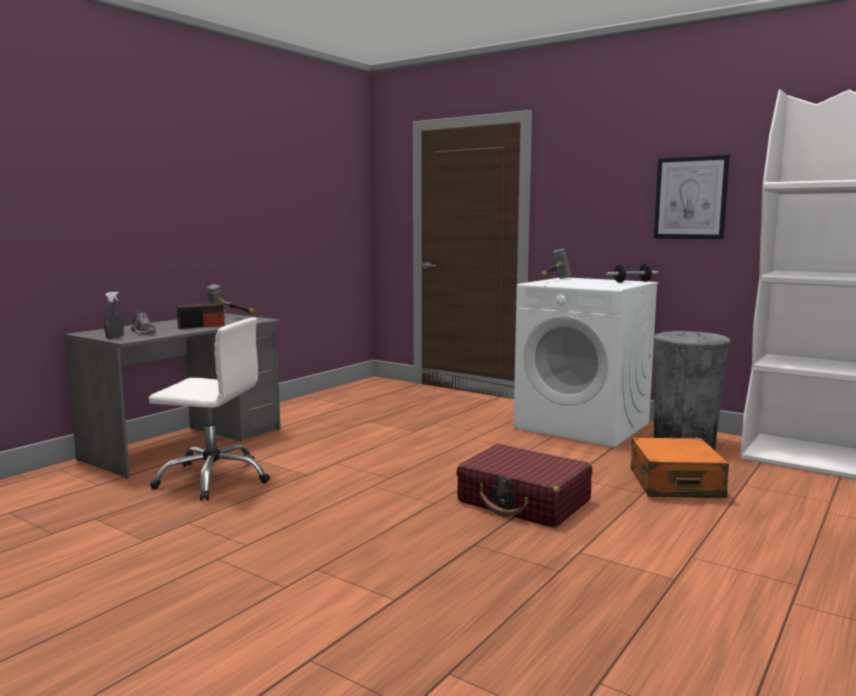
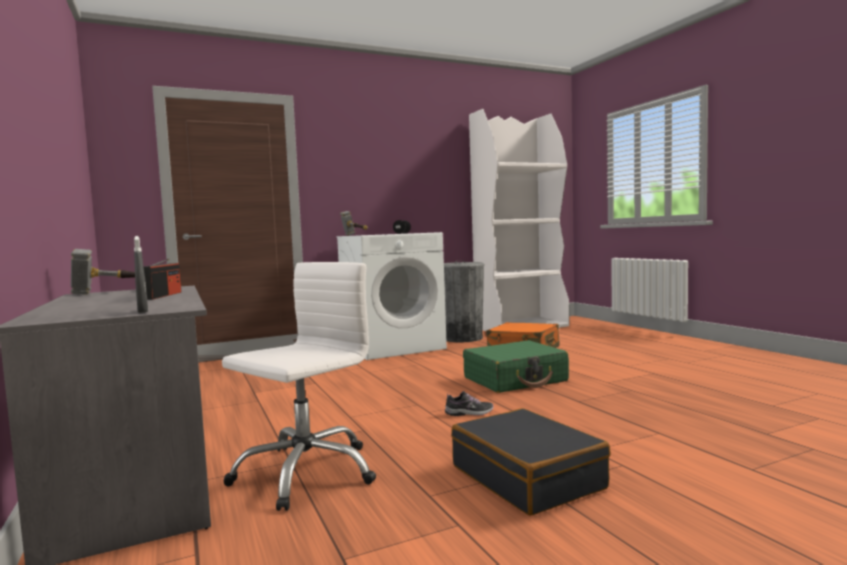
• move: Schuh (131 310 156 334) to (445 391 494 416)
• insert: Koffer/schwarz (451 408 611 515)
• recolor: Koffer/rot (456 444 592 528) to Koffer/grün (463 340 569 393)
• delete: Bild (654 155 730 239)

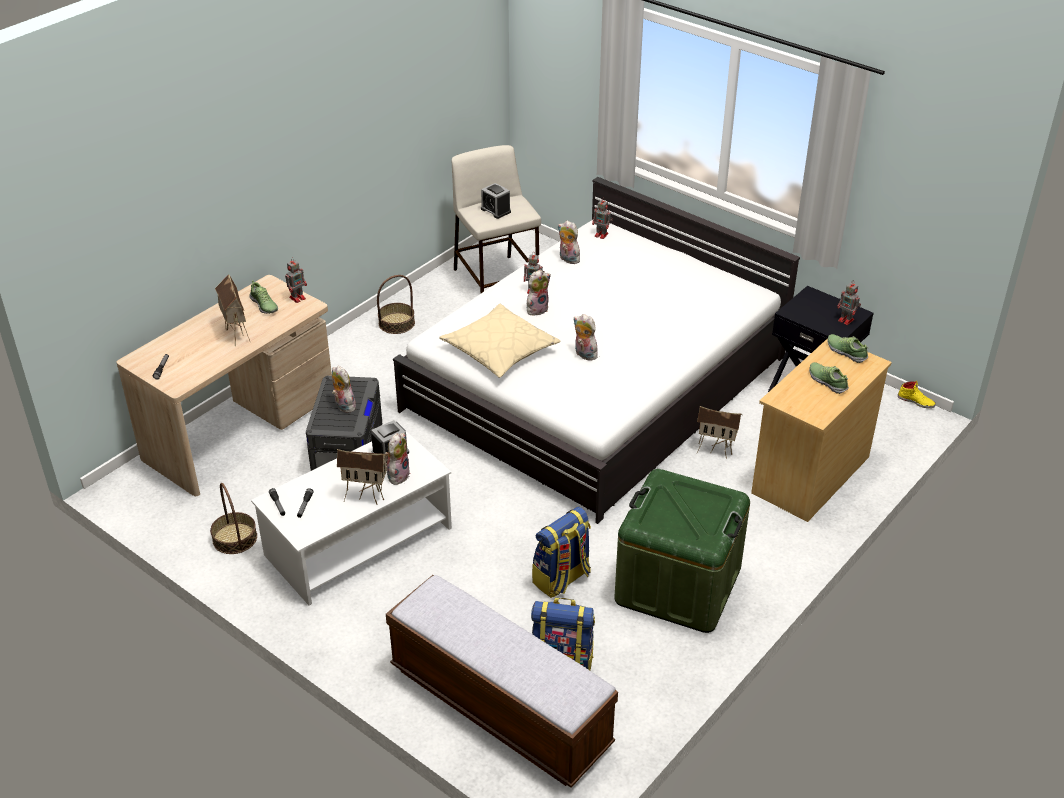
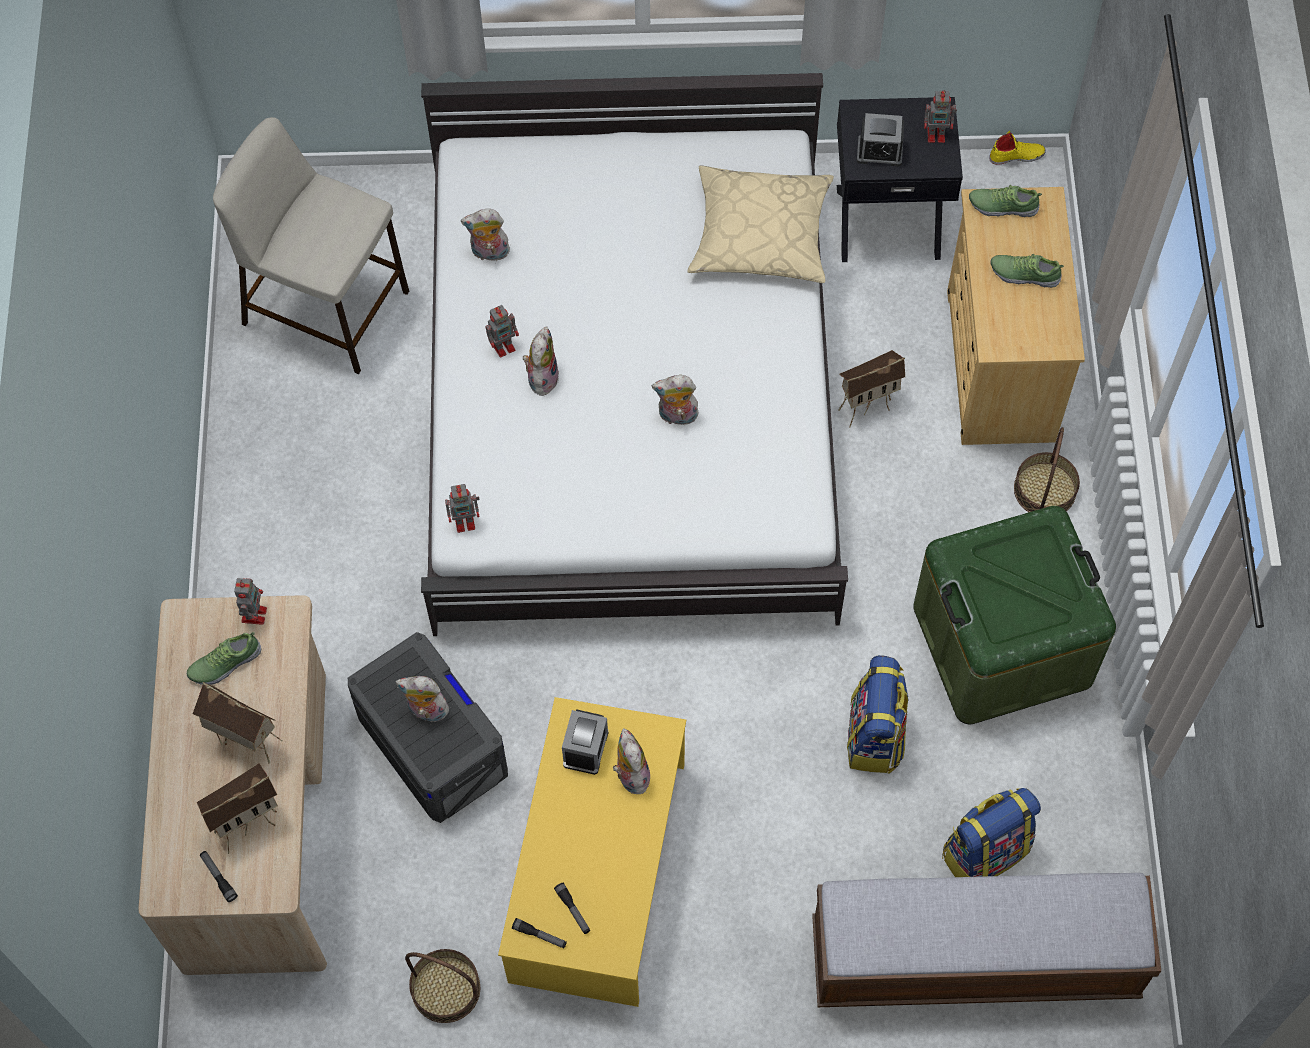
• rotate: Schuh (249 280 278 314) = (187 632 261 685) 135 degrees clockwise
• move: Spielzeughaus (337 449 389 505) to (197 763 278 854)
• move: Spielzeugroboter (592 200 613 239) to (445 484 480 533)
• recolor: Couchtisch/weiß (251 431 452 605) to Couchtisch/gelb (498 697 686 1007)
• move: Kissen/beige (439 304 560 378) to (687 165 834 283)
• move: Wecker (481 183 511 219) to (857 113 904 167)
• move: Korb (377 275 415 334) to (1014 427 1080 512)

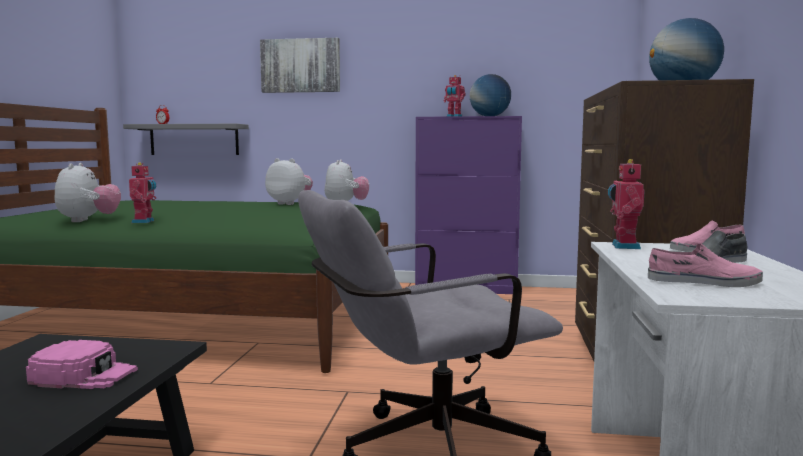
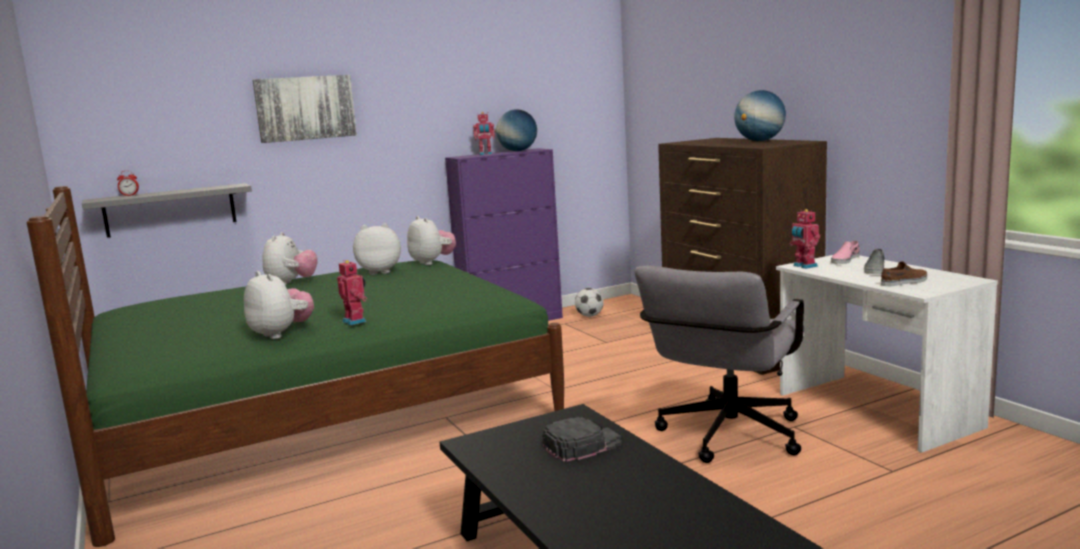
• insert: Plüschtier (262 232 318 285)
• recolor: Kappe/rosa (26 340 138 389) to Kappe/schwarz (542 417 622 462)
• insert: Fußball (575 288 604 317)
• recolor: Schuh/rosa (648 243 763 287) to Schuh/braun (881 261 927 286)

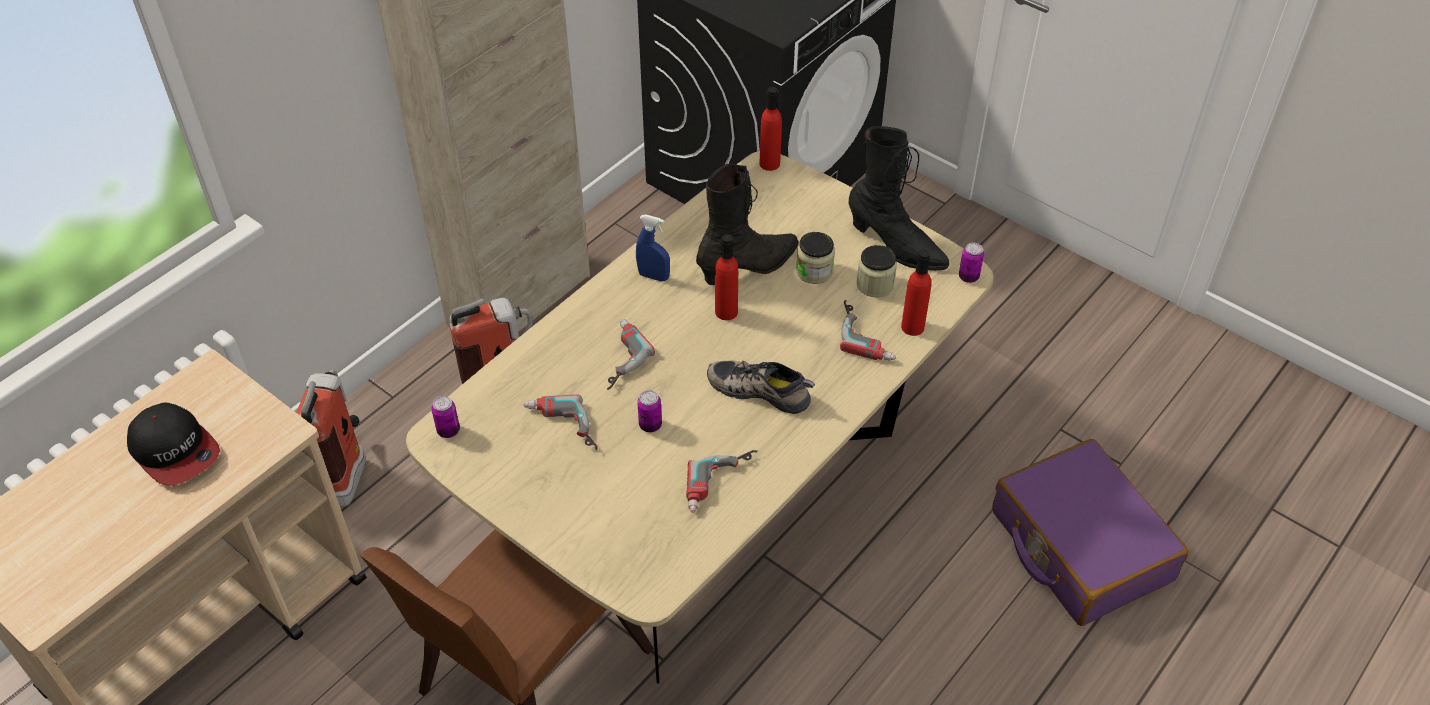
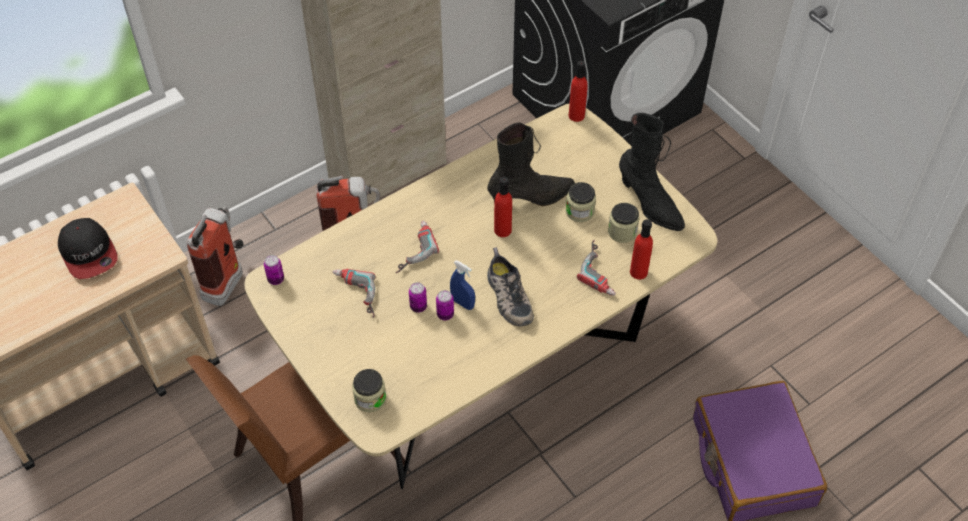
• insert: Vorratsglas (352 369 386 412)
• move: Dose (959 243 984 283) to (436 290 454 320)
• move: Sprühflasche/blau (636 214 670 282) to (450 260 475 310)
• rotate: Schuh (707 361 815 414) = (487 247 534 326) 150 degrees counterclockwise
• delete: Bohrmaschine (686 450 758 513)

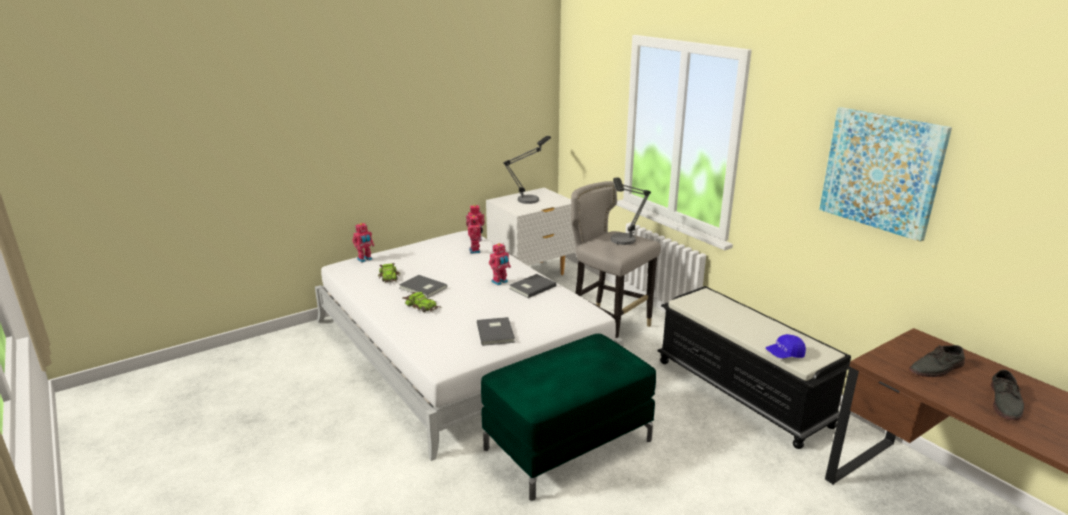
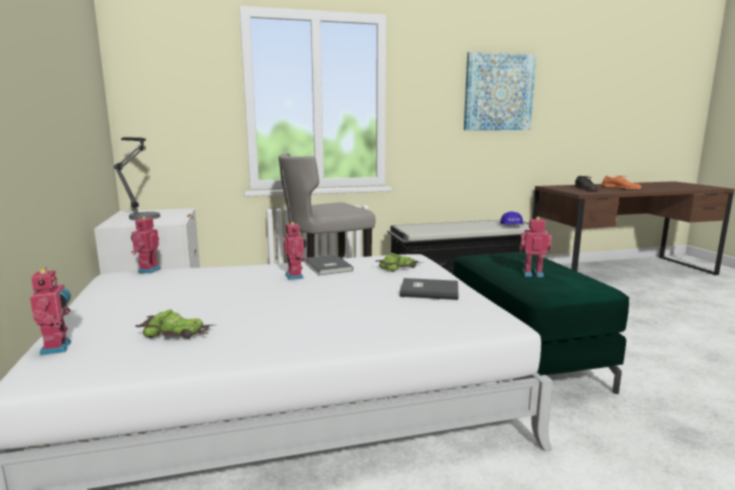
• move: Spielzeugauto (402 292 442 312) to (375 253 422 272)
• move: Spielzeugroboter (468 215 483 254) to (520 217 552 277)
• recolor: Schuh/grau (990 370 1024 421) to Schuh/orange (601 176 642 190)
• delete: Buch/grau (399 275 447 299)
• delete: Tischlampe (611 177 651 245)

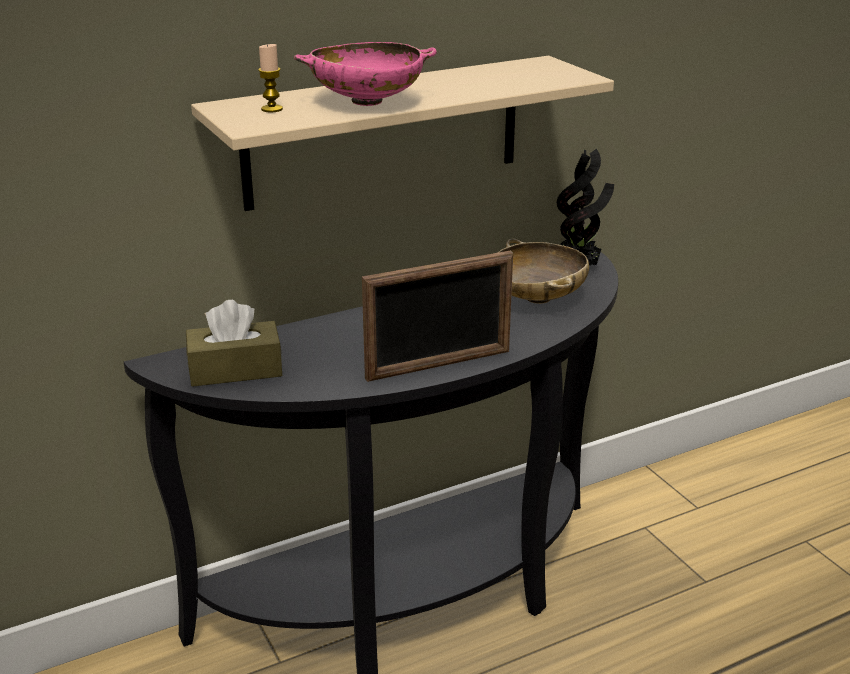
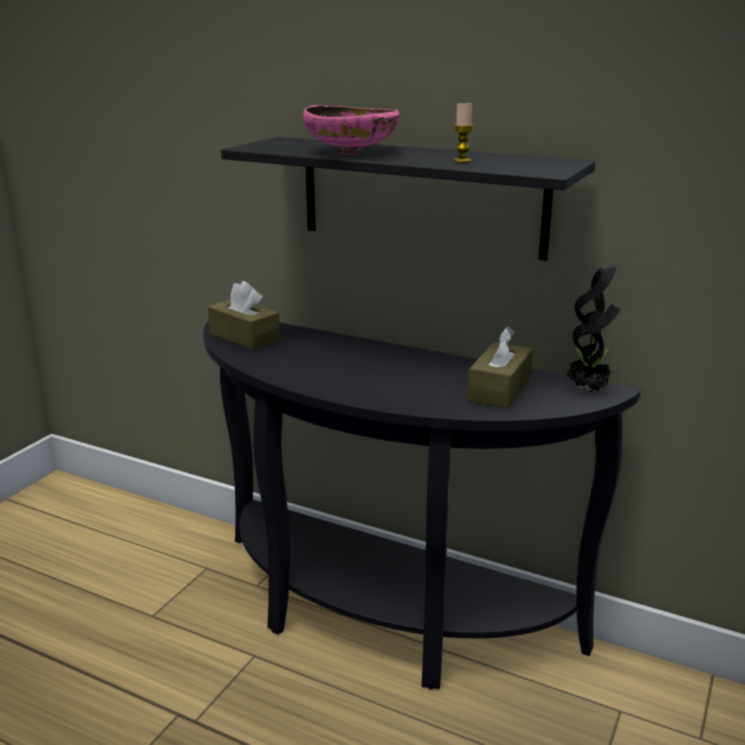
• recolor: Wandregal/beige (191 56 614 211) to Wandregal/schwarz (221 137 595 261)
• move: Kerze (258 44 283 112) to (453 102 473 163)
• replace: Schüssel/beige (498 239 589 304) to Taschentuchbox/braun (467 327 533 408)
• delete: Bilderrahmen (362 251 513 382)

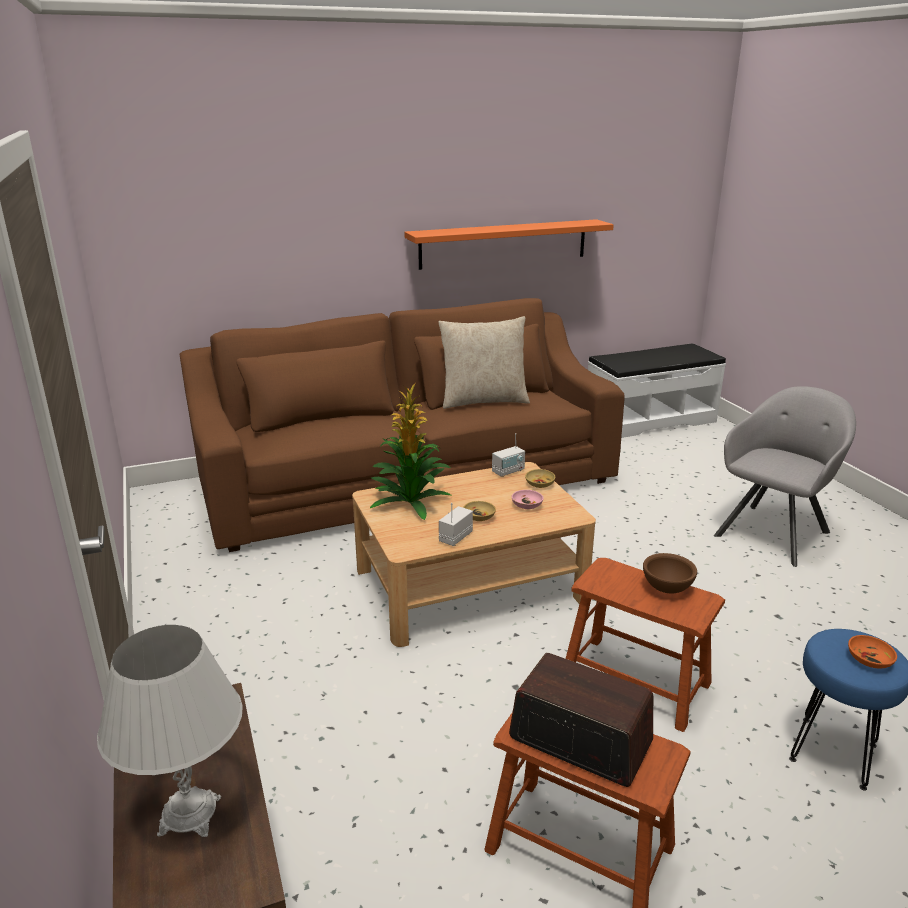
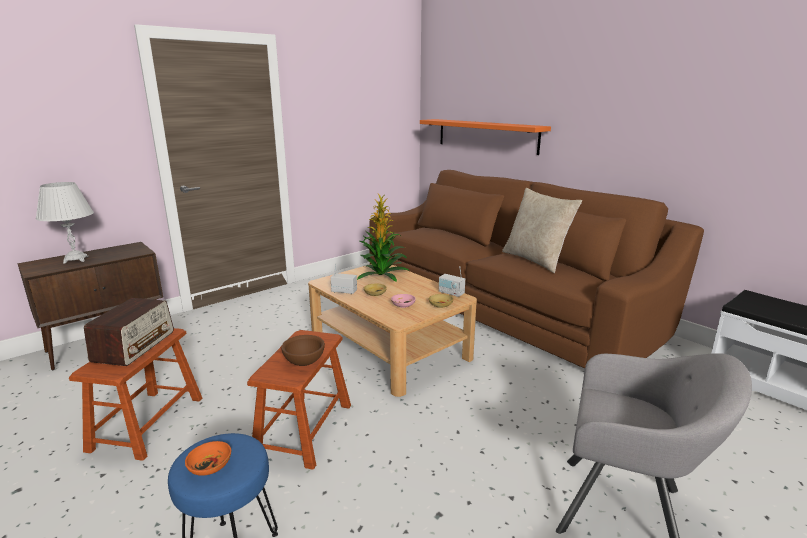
• move: Wandregal/orange (404 219 614 270) to (420 119 551 155)

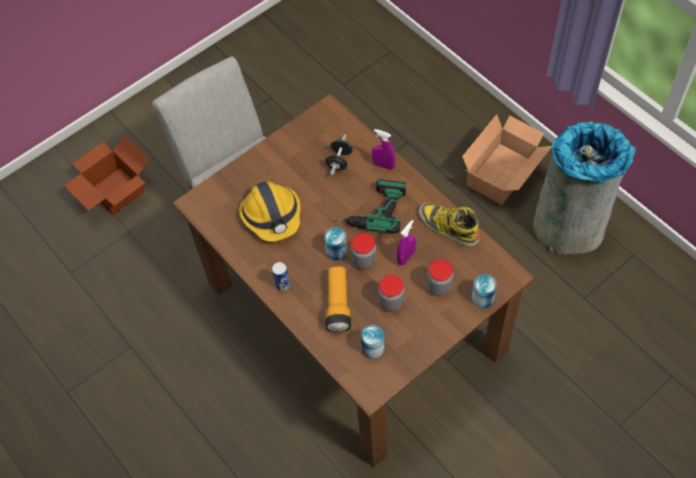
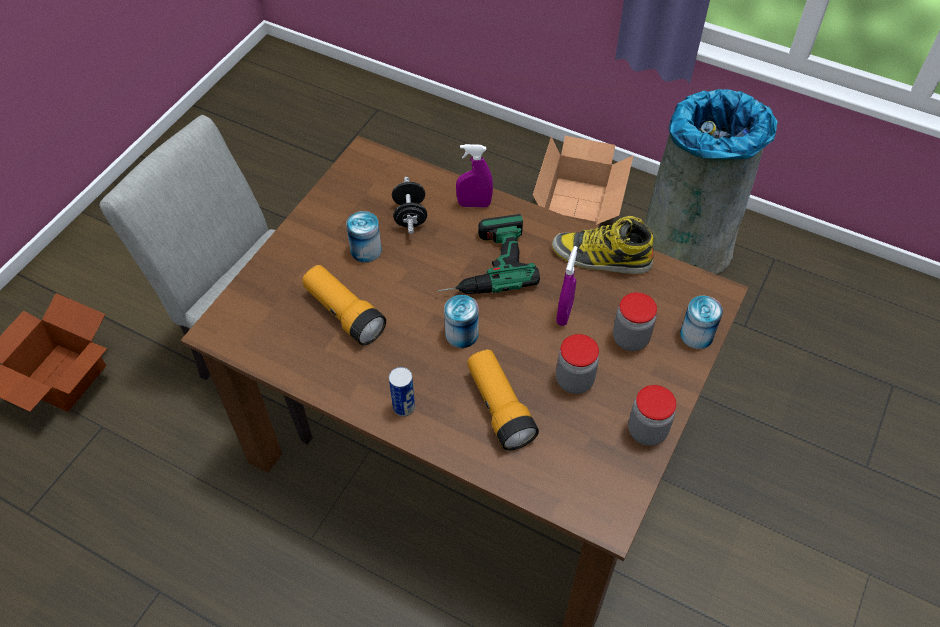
• replace: Schutzhelm (239 181 301 242) to Taschenlampe (302 265 386 345)
• move: Dose (361 325 384 359) to (346 211 382 263)
• move: Vorratsglas (351 233 376 270) to (628 385 676 446)

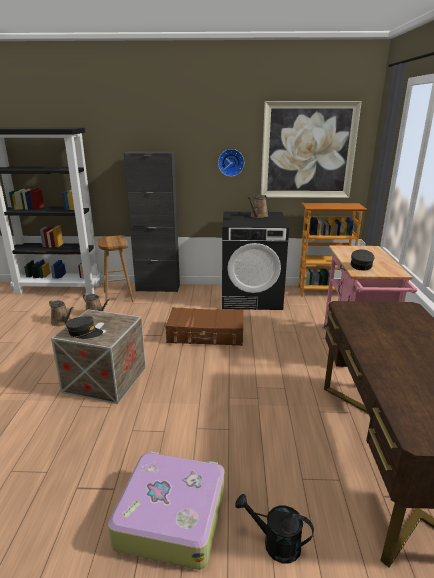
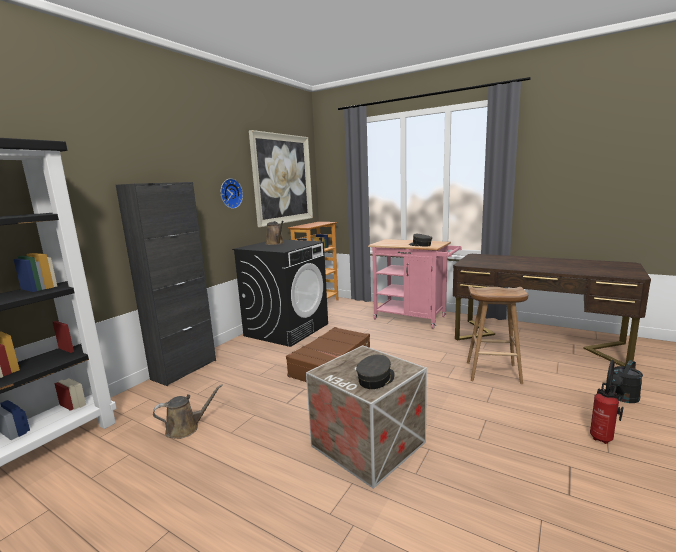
• move: Hocker/braun (98 235 134 305) to (467 286 528 384)
• replace: Koffer (108 451 224 570) to Feuerlöscher (590 360 624 444)
• delete: Gießkanne/braun (49 300 74 326)

